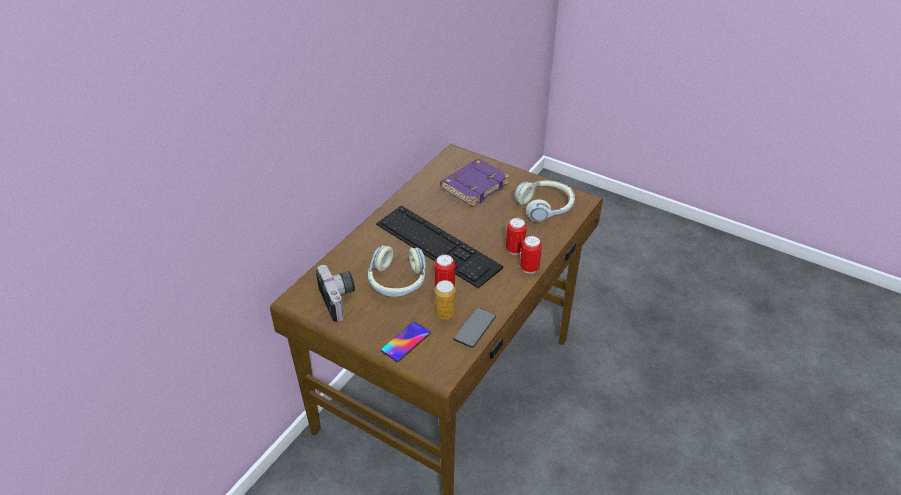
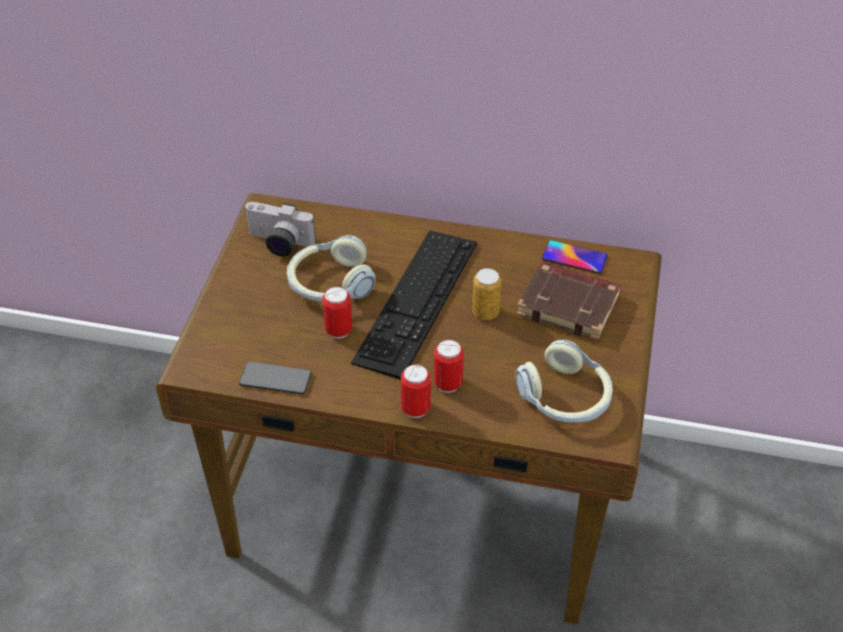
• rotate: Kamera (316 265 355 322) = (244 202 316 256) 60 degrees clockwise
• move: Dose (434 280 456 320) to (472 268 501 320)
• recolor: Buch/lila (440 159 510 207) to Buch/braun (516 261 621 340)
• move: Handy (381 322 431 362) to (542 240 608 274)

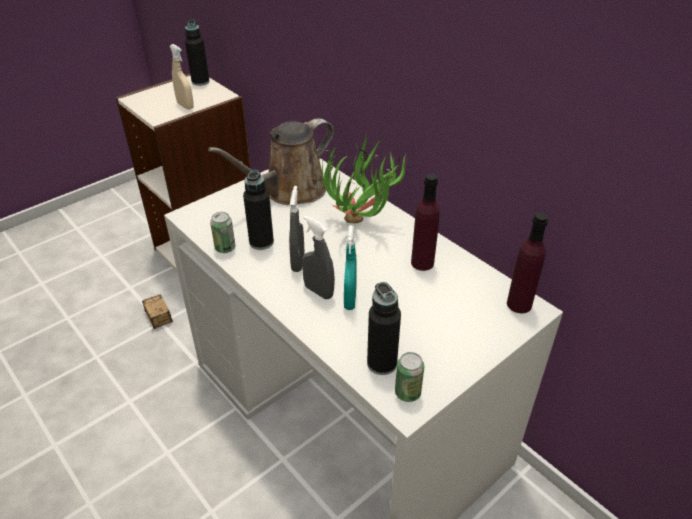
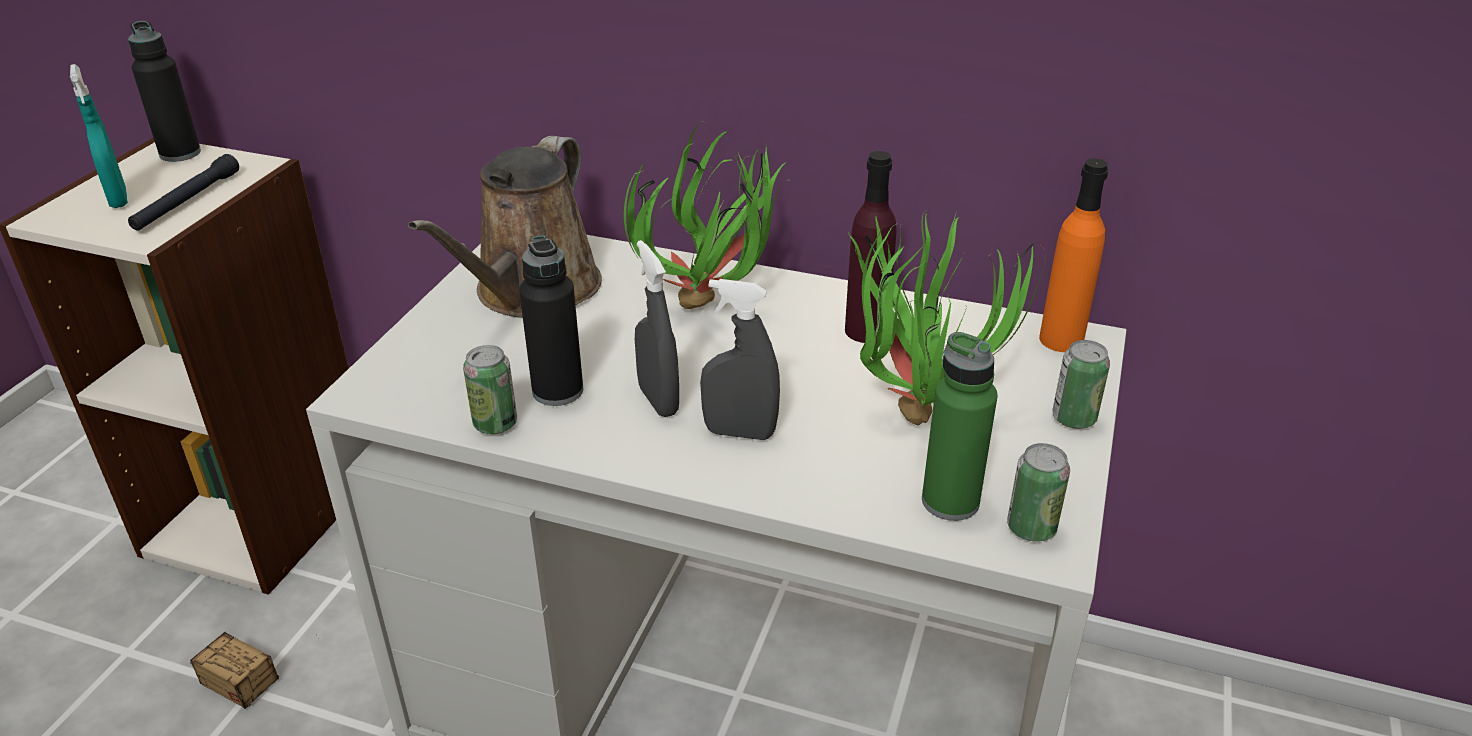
• move: Sprühflasche/türkis (344 225 357 310) to (70 64 128 208)
• replace: Sprühflasche/beige (169 44 194 110) to Taschenlampe/schwarz (128 154 239 231)
• insert: Topfpflanze (848 208 1046 426)
• recolor: Flasche/schwarz (367 282 401 375) to Flasche/grün (922 332 998 521)
• recolor: Flasche/lila (507 212 548 313) to Flasche/orange (1039 159 1109 352)
• insert: Dose (1052 340 1110 429)

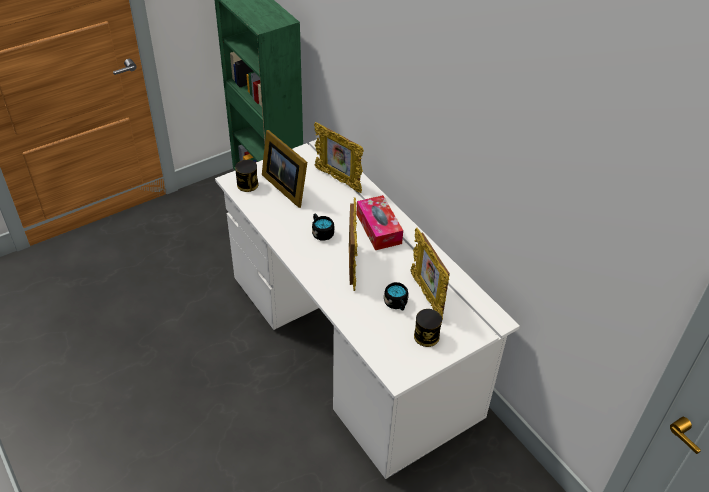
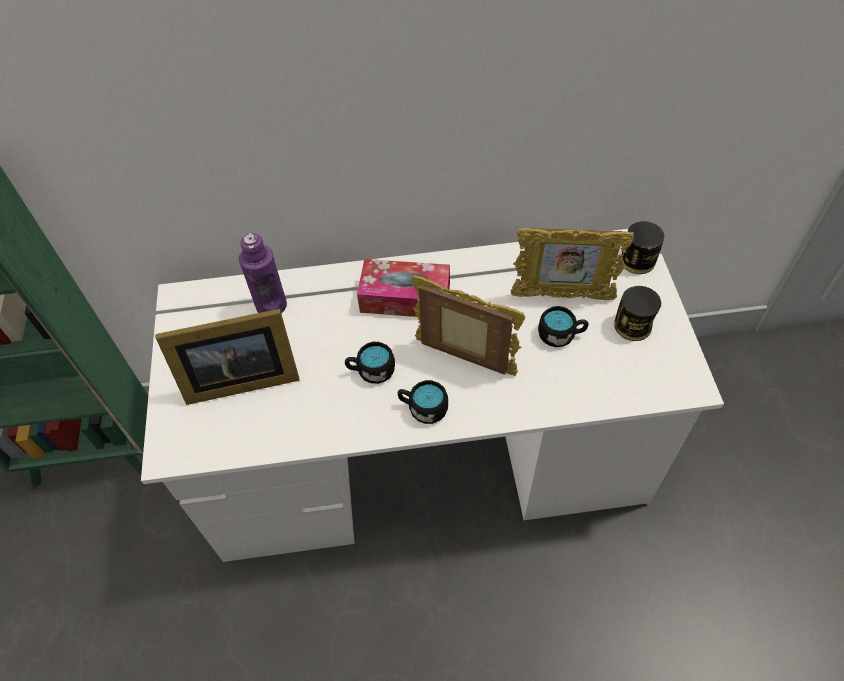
• replace: Bilderrahmen (314 122 364 193) to Flasche/lila (239 233 287 313)
• insert: Henkelbecher/schwarz (398 380 448 424)
• move: Dose (235 160 259 192) to (622 221 664 274)

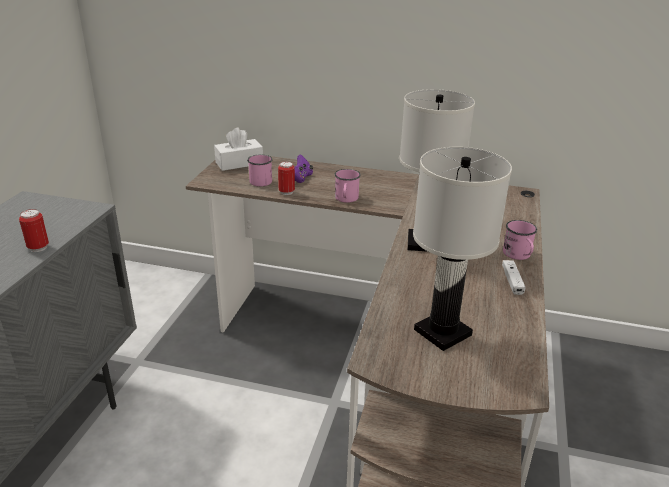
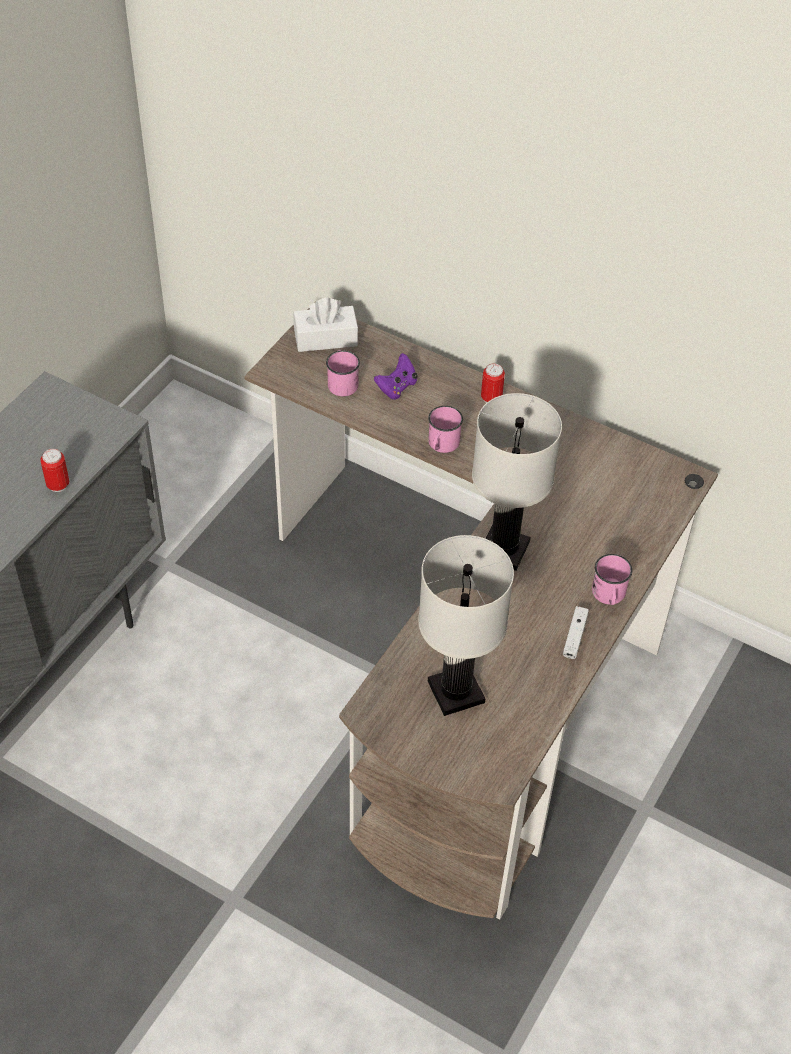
• move: Dose (278 161 295 195) to (481 363 505 403)

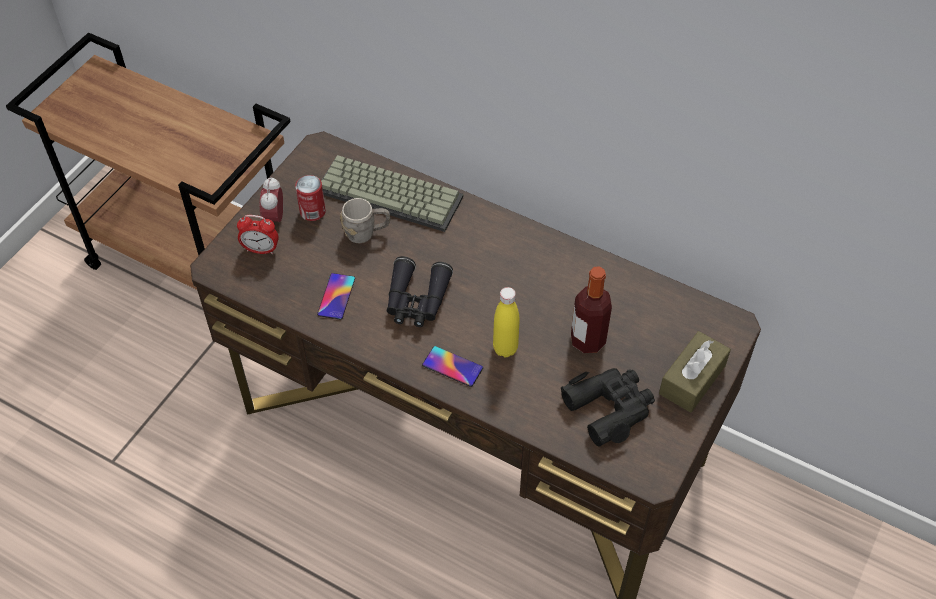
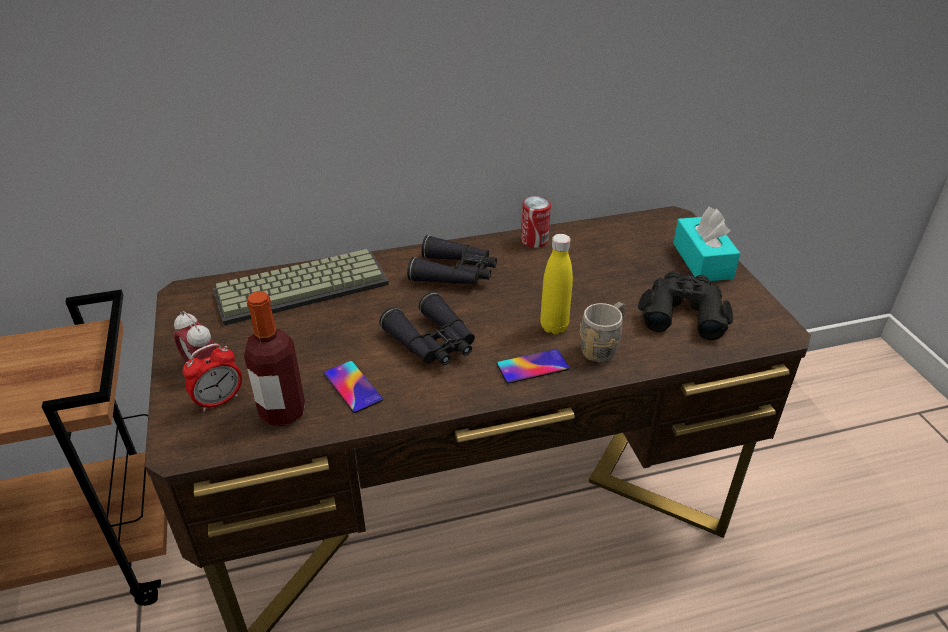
• move: Flasche (571 266 612 353) to (244 291 305 426)
• insert: Fernglas/schwarz (407 235 497 285)
• move: Dose (295 175 326 221) to (521 196 551 248)
• move: Henkelbecher/grau (340 198 390 243) to (579 302 625 362)
• recolor: Taschentuchbox/braun (659 331 731 413) to Taschentuchbox/türkis (673 207 741 281)

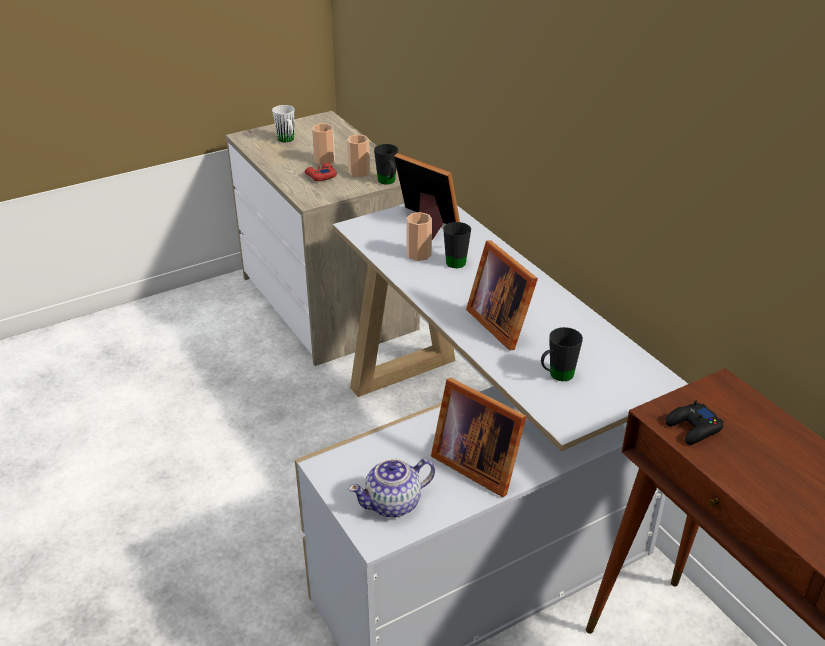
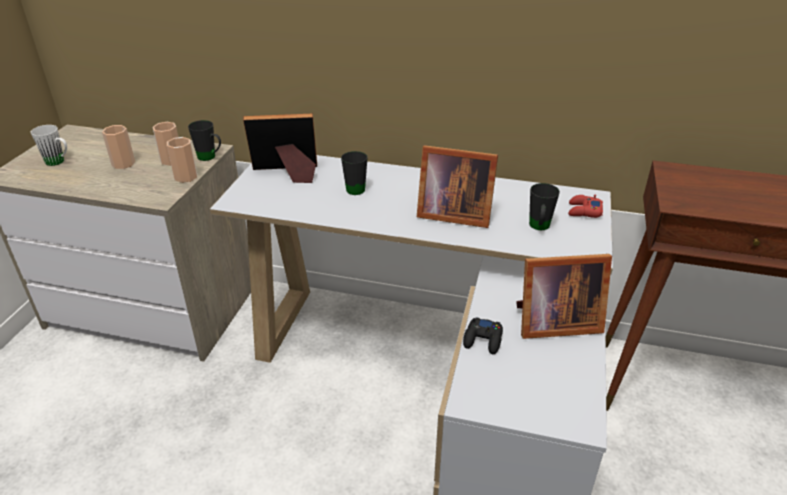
• move: Tasse (406 212 432 261) to (167 137 197 183)
• move: Gamepad/schwarz (665 401 724 445) to (463 317 503 354)
• move: Gamepad/rot (305 163 337 181) to (568 195 603 218)
• delete: Teekanne (348 459 435 518)

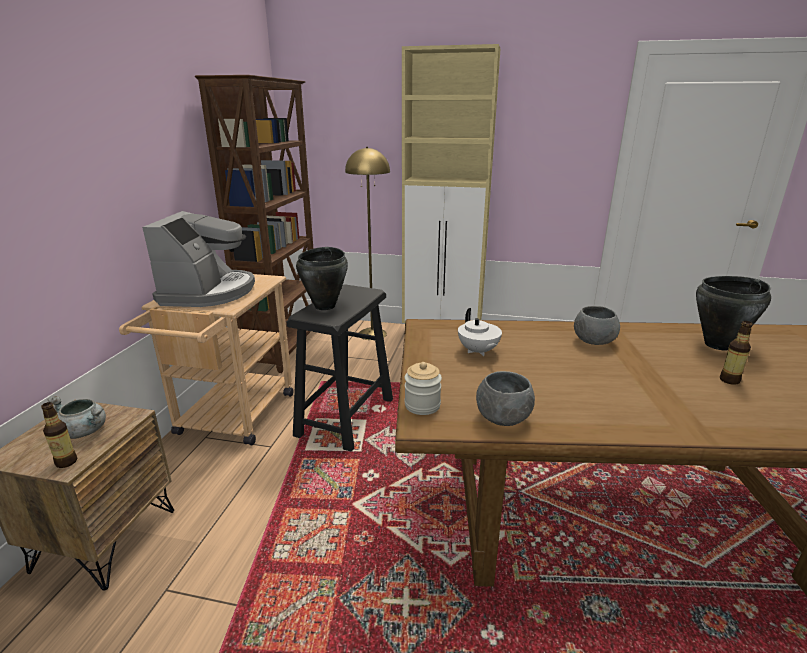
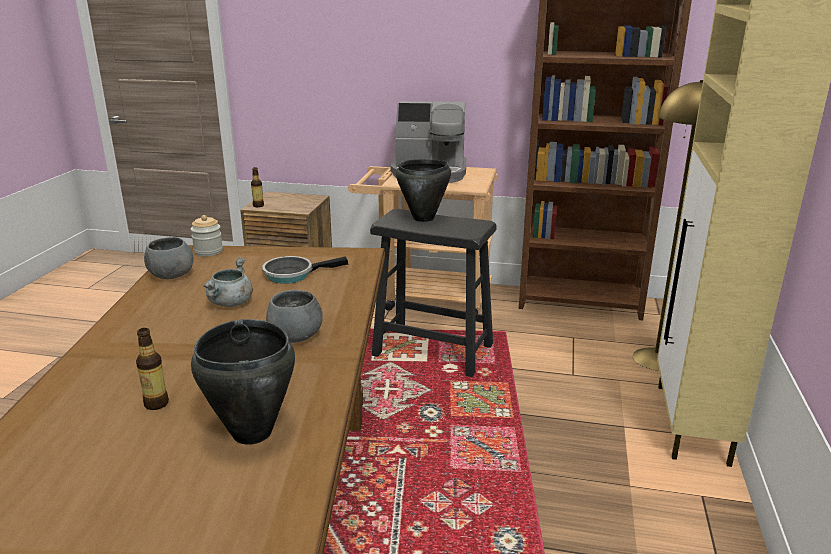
• move: Kochtopf/grau (47 396 106 439) to (203 257 253 307)
• replace: Teekanne/weiß (458 308 502 356) to Pfanne (262 256 348 284)

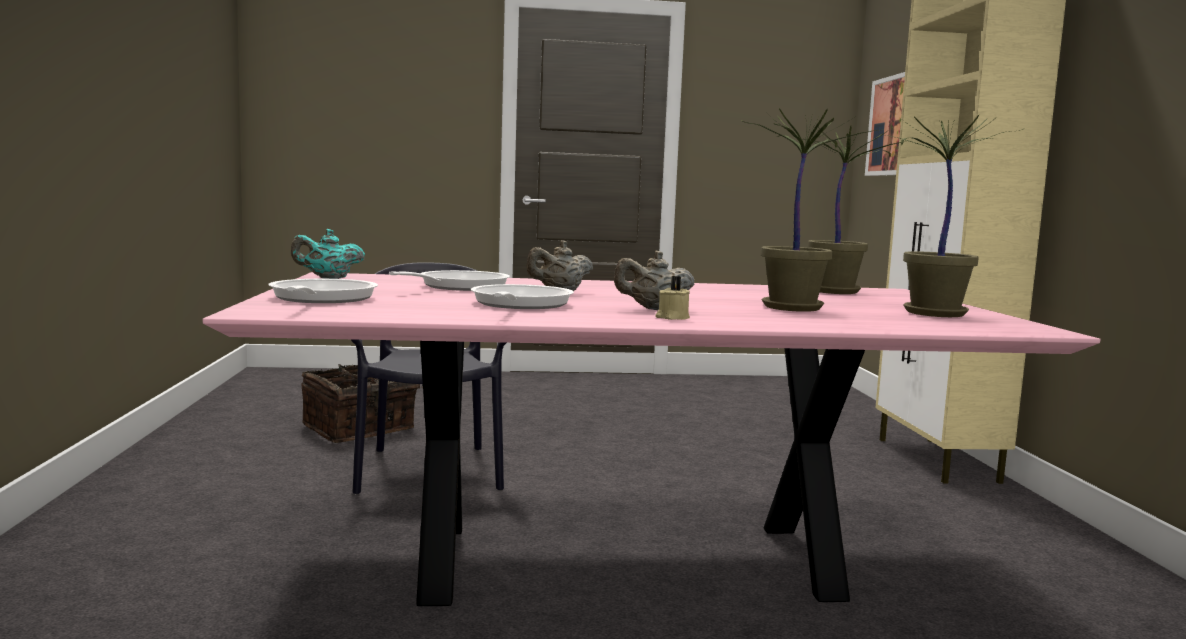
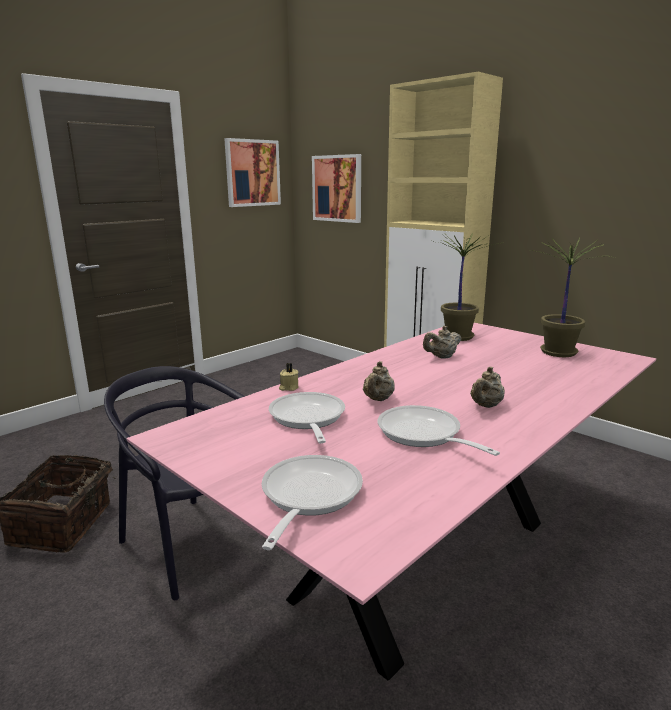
• insert: Bild (224 138 281 207)
• rotate: Pfanne (268 279 378 303) = (262 455 363 550) 60 degrees clockwise
• move: Kerze/beige (655 276 690 320) to (279 363 298 391)
• insert: Teekanne/beige (423 326 461 359)
• delete: Teekanne/türkis (291 229 365 279)
• delete: Topfpflanze (741 108 878 312)

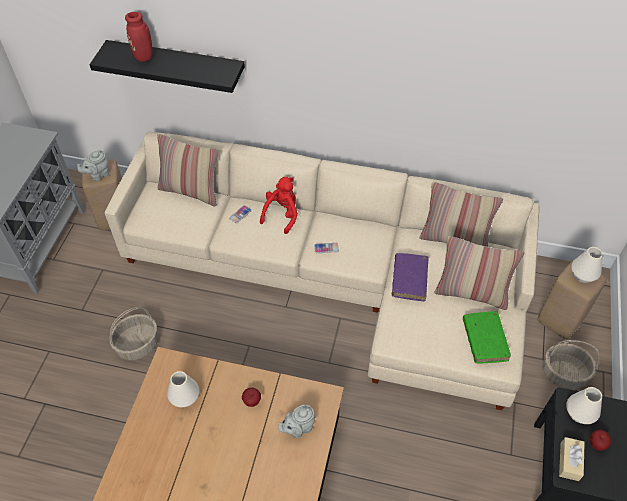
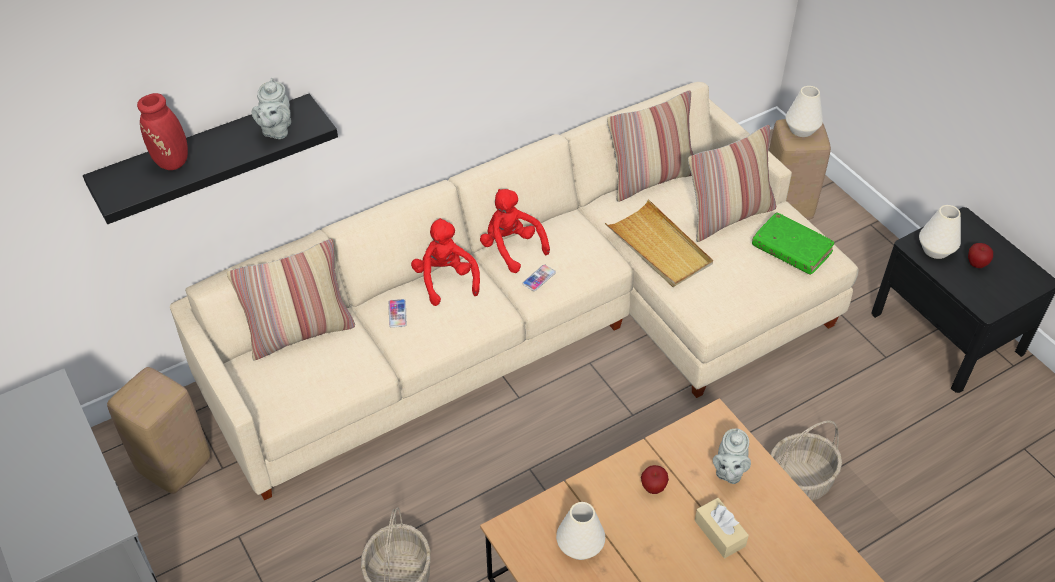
• move: Teekanne/grau (77 150 109 181) to (252 78 291 139)
• insert: Plüschtier/rot (480 189 550 273)
• replace: Buch/lila (392 253 428 301) to Tablett/beige (605 199 713 287)
• move: Taschentuchbox/beige (559 437 585 481) to (695 498 749 558)
• move: Korb (542 340 600 389) to (771 420 842 501)

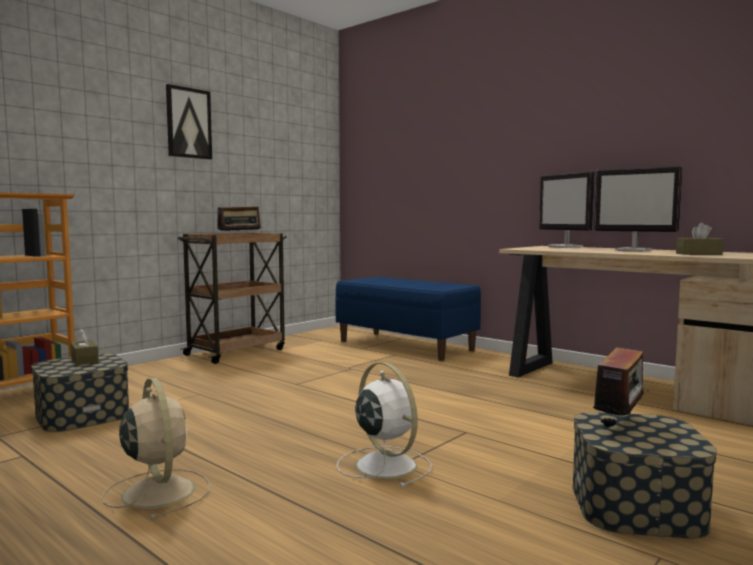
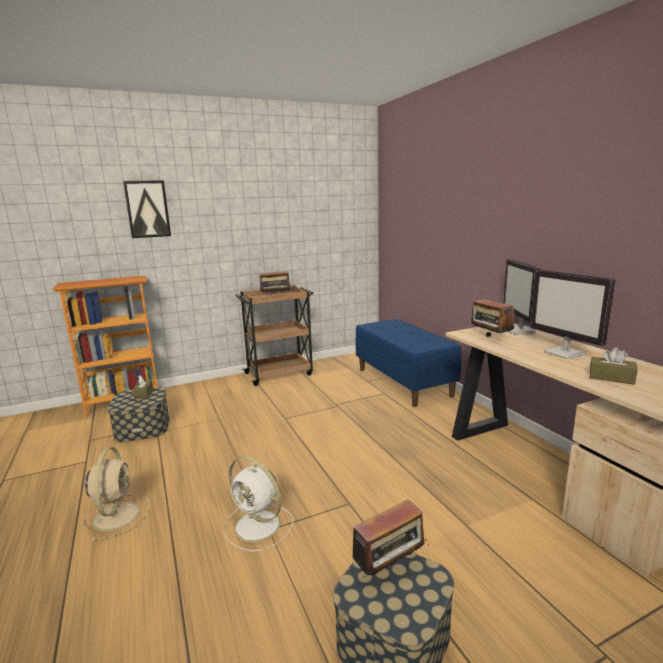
• move: Bild (166 84 212 160) to (123 180 171 238)
• rotate: Ventilator/weiß (337 362 432 487) = (224 456 294 551) 135 degrees clockwise
• insert: Radio (471 291 514 337)

